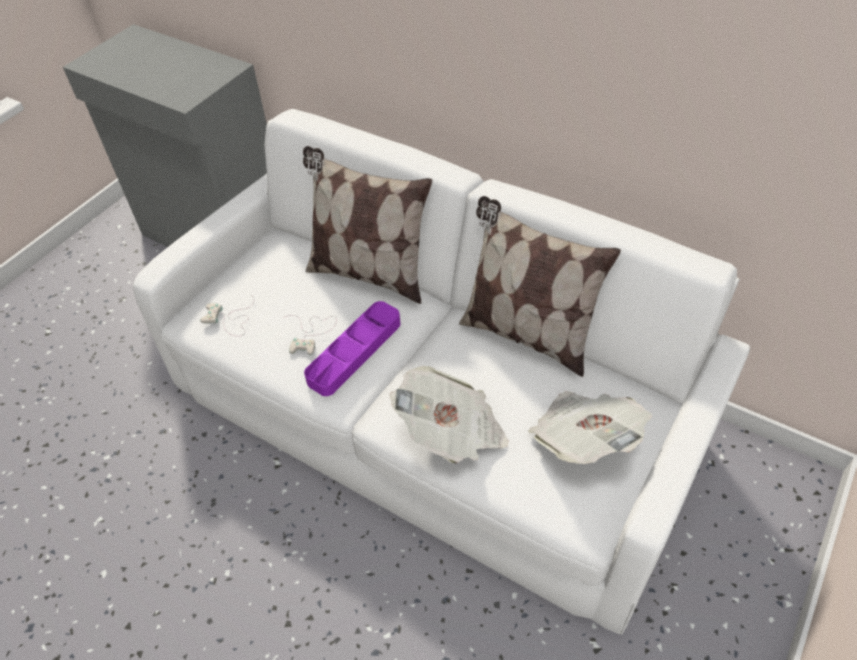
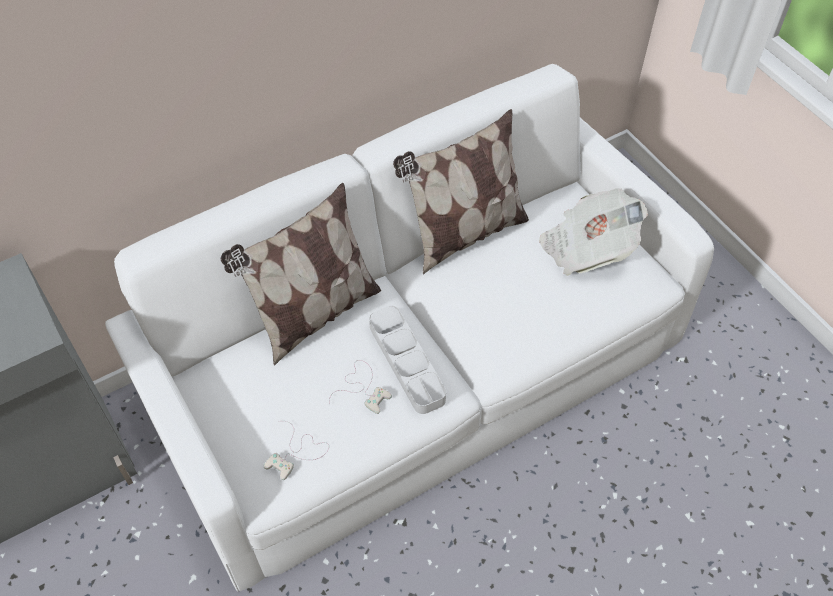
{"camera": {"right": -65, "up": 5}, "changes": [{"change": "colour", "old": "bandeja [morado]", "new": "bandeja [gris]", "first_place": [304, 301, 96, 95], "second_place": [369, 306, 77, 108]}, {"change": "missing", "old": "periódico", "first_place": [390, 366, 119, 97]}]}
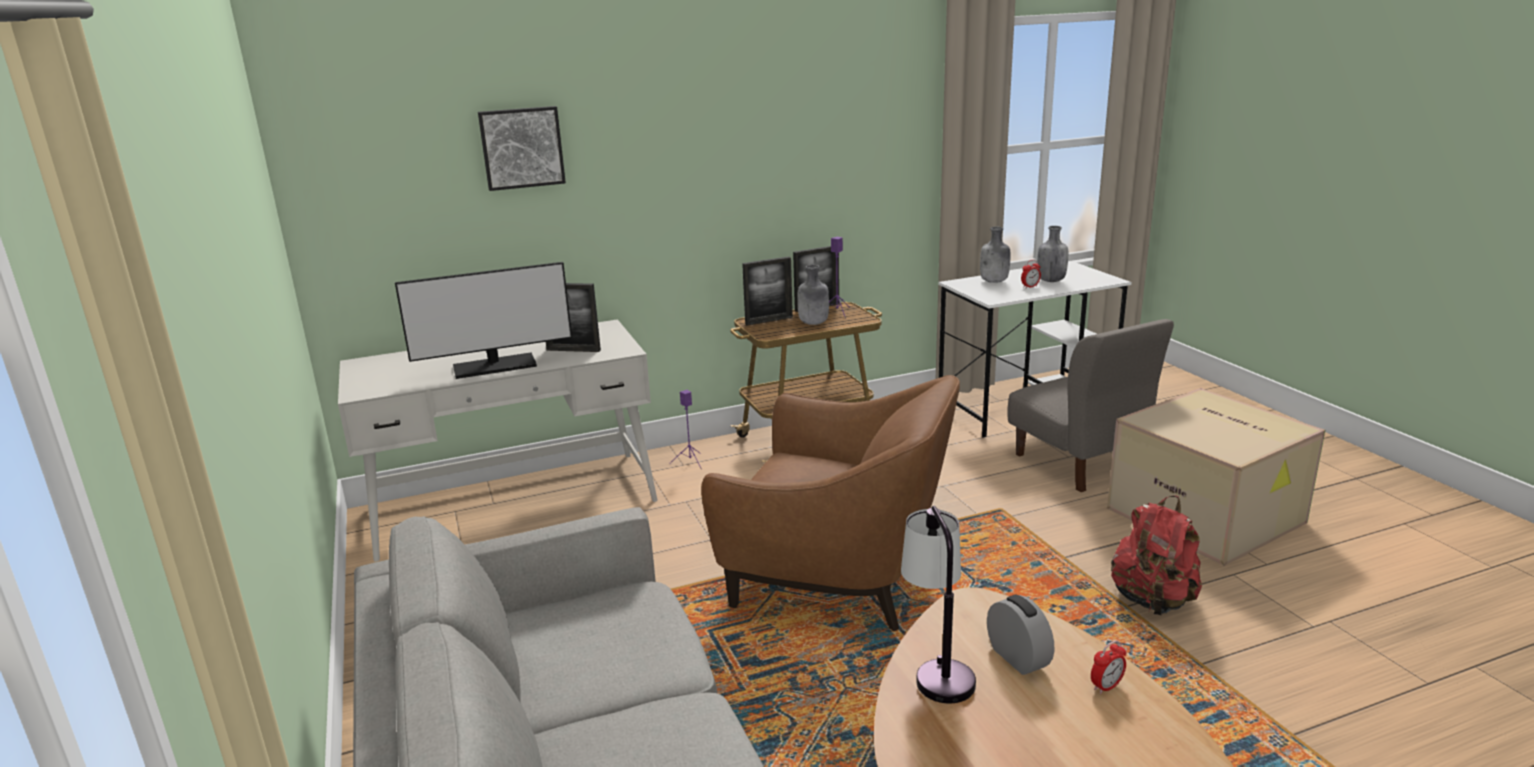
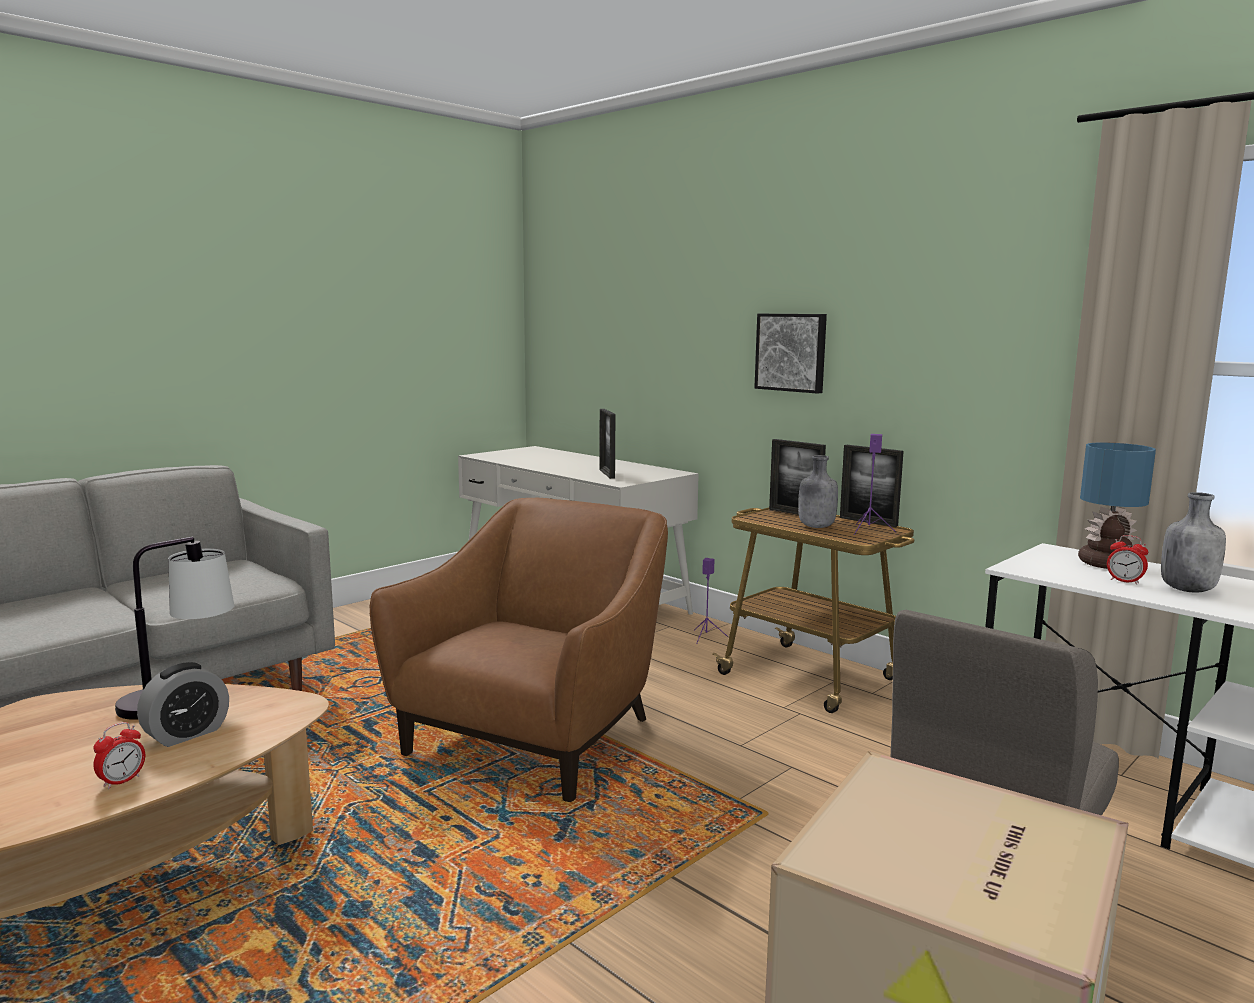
{"camera": {"right": 65, "up": -10}, "changes": [{"change": "spun", "old": "despertador", "first_place": [1091, 640, 35, 54], "second_place": [93, 722, 52, 67], "degrees": -90}, {"change": "spun", "old": "sillón [marrón]", "first_place": [701, 375, 259, 256], "second_place": [369, 498, 299, 304], "degrees": -150}, {"change": "relocated", "old": "cuadro", "first_place": [478, 106, 88, 85], "second_place": [754, 314, 73, 80]}, {"change": "exchanged", "old": "botella [gris]", "new": "lámpara de mesa", "first_place": [980, 227, 31, 56], "second_place": [1078, 442, 78, 127]}, {"change": "missing", "old": "monitor", "first_place": [395, 262, 177, 117]}, {"change": "missing", "old": "mochila [rojo]", "first_place": [1111, 496, 91, 119]}]}
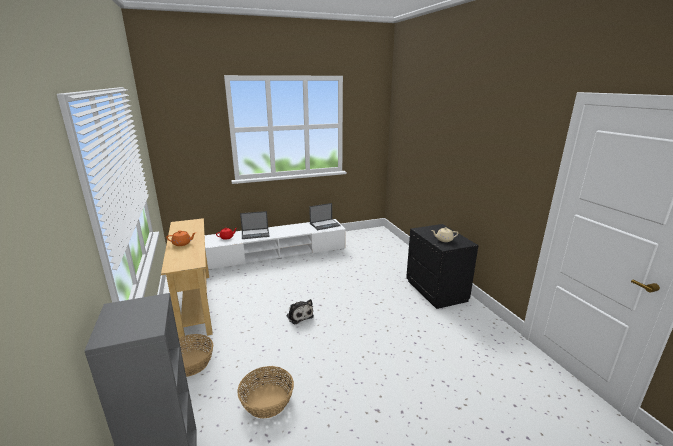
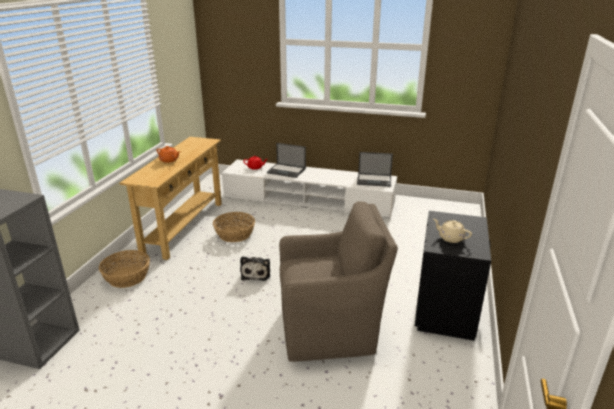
{"camera": {"right": 35, "up": 5}, "changes": [{"change": "relocated", "old": "cesta", "first_place": [237, 366, 57, 53], "second_place": [213, 212, 42, 30]}, {"change": "appeared", "new": "sillón [marrón]", "second_place": [279, 201, 119, 161]}]}
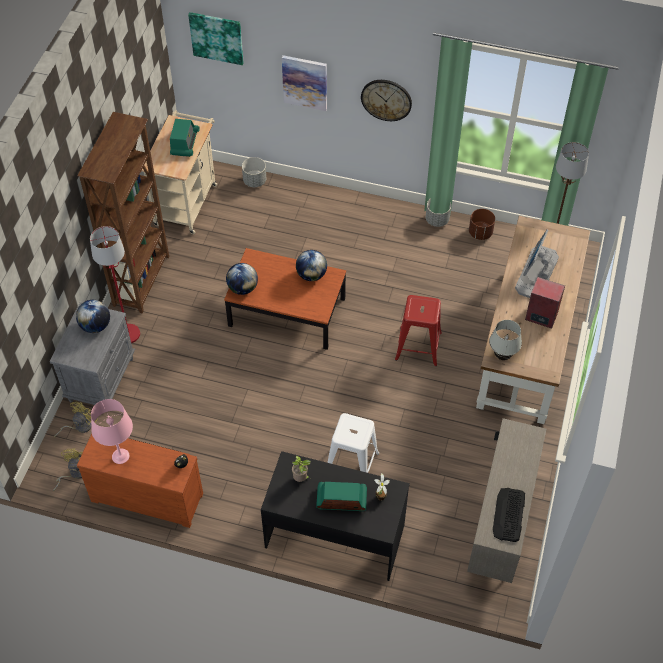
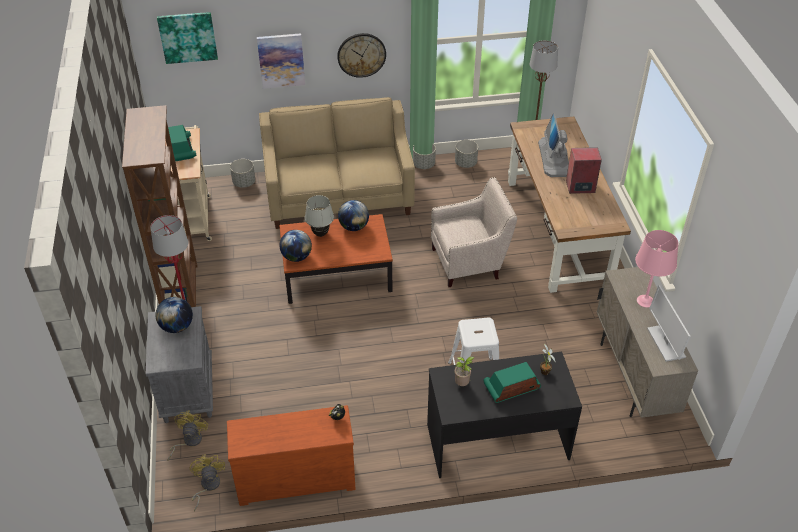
{"camera": {"right": -25, "up": -10}, "changes": [{"change": "appeared", "new": "sofá [beis]", "second_place": [259, 97, 156, 132]}, {"change": "relocated", "old": "lámpara de mesa [blanco]", "first_place": [489, 320, 33, 40], "second_place": [305, 195, 29, 42]}, {"change": "exchanged", "old": "taburete [rojo]", "new": "sillón [beis]", "first_place": [395, 295, 47, 71], "second_place": [431, 177, 86, 110]}, {"change": "colour", "old": "maceta [marrón]", "new": "maceta [gris]", "first_place": [469, 209, 26, 31], "second_place": [455, 140, 23, 28]}, {"change": "relocated", "old": "lámpara de mesa [rosa]", "first_place": [91, 399, 42, 65], "second_place": [635, 230, 44, 78]}, {"change": "exchanged", "old": "teclado", "new": "monitor", "first_place": [493, 488, 32, 54], "second_place": [647, 285, 43, 77]}]}
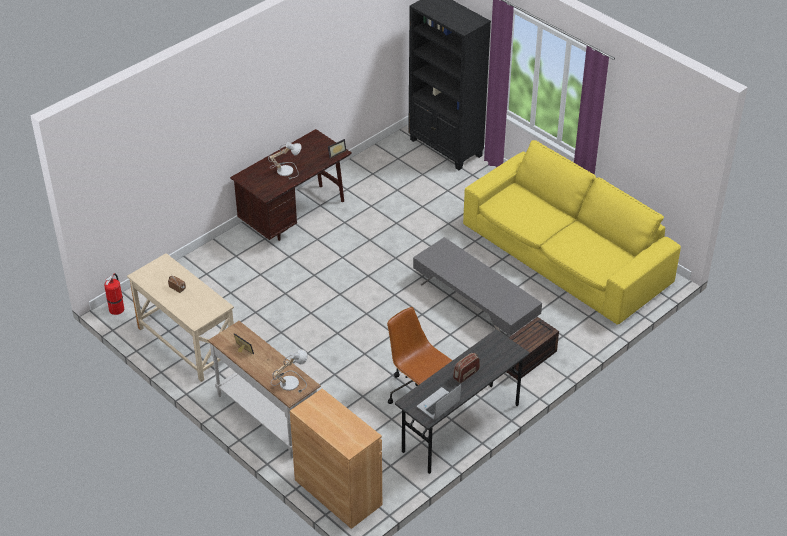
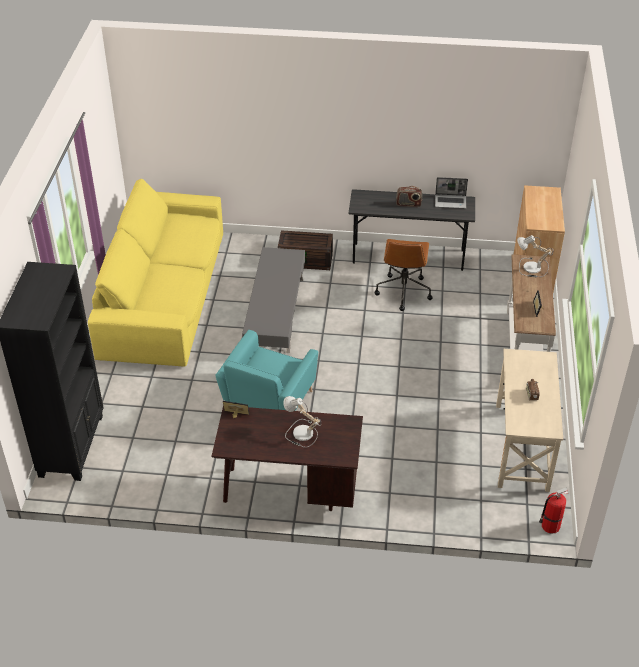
{"camera": {"right": -130, "up": 0}, "changes": [{"change": "appeared", "new": "sillón [turquesa]", "second_place": [215, 330, 103, 81]}]}
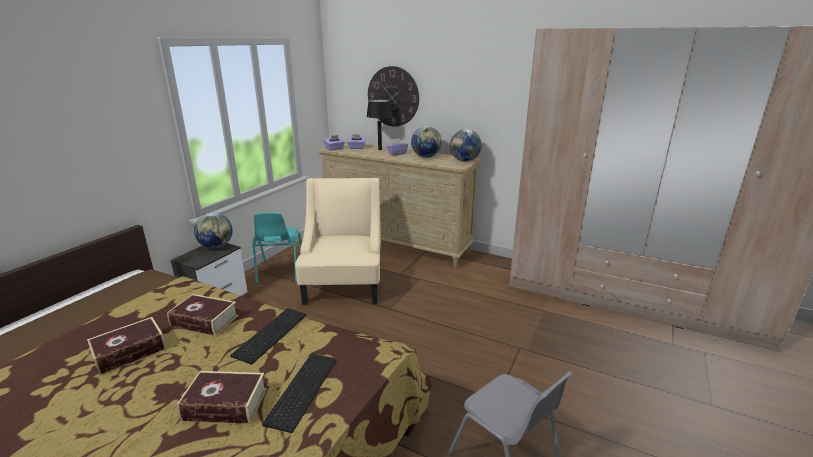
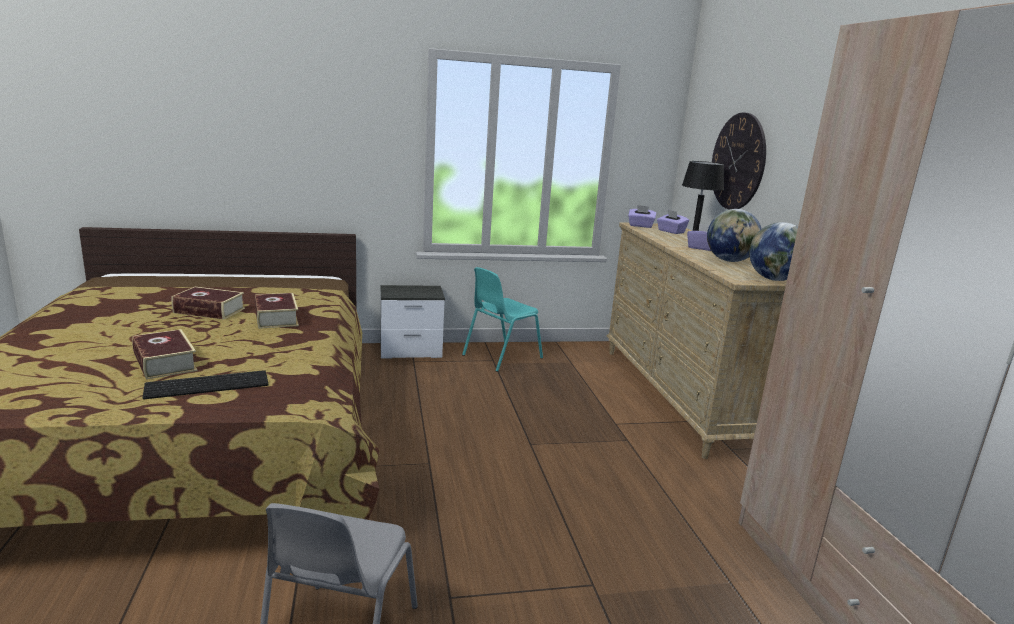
{"camera": {"right": 50, "up": -5}, "changes": [{"change": "missing", "old": "globo terráqueo", "first_place": [194, 213, 39, 36]}, {"change": "missing", "old": "teclado", "first_place": [230, 308, 77, 56]}, {"change": "missing", "old": "sillón [beis]", "first_place": [295, 178, 86, 127]}]}
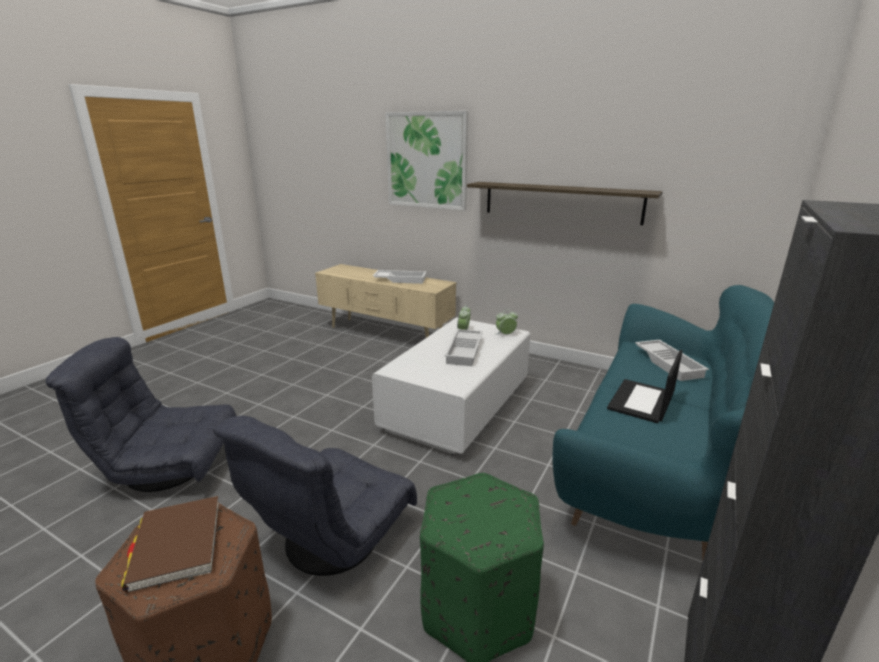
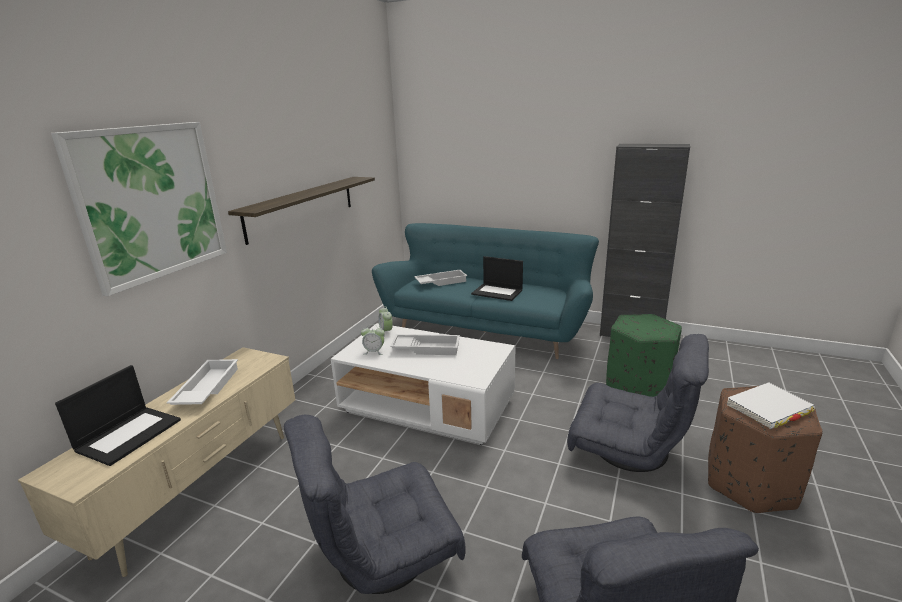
{"camera": {"right": -95, "up": 0}, "changes": [{"change": "appeared", "new": "portátil", "second_place": [55, 365, 126, 101]}, {"change": "appeared", "new": "sillón [gris]", "second_place": [284, 415, 182, 179]}, {"change": "colour", "old": "libro [marrón]", "new": "libro [blanco]", "first_place": [121, 496, 98, 97], "second_place": [727, 382, 88, 47]}]}
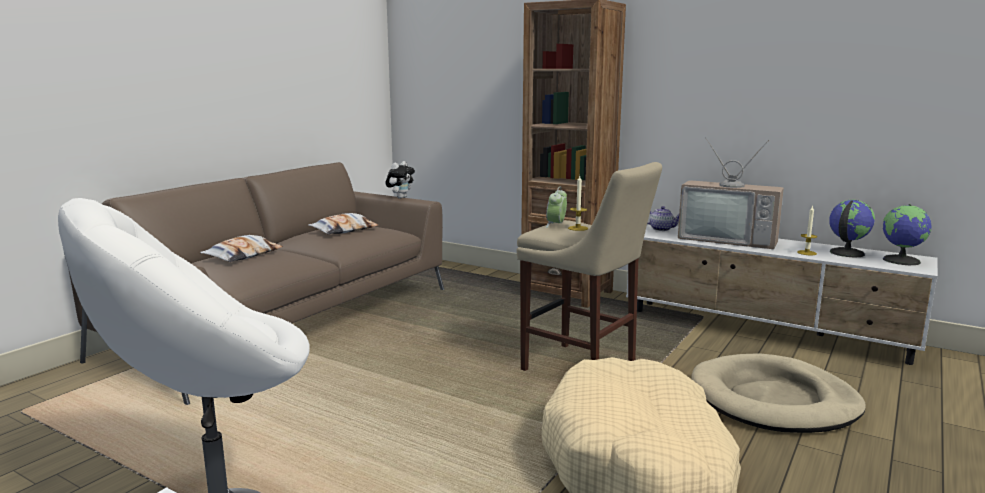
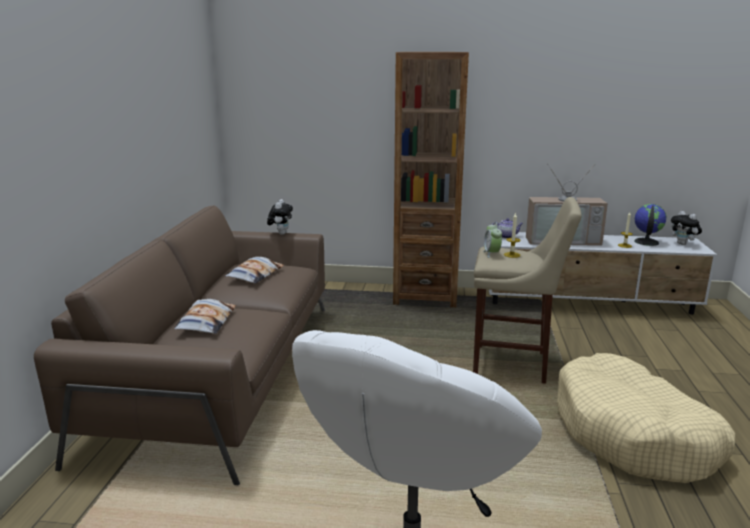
{"camera": {"right": -25, "up": 5}, "changes": [{"change": "exchanged", "old": "globo terráqueo", "new": "peluche", "first_place": [883, 204, 49, 61], "second_place": [671, 211, 31, 34]}, {"change": "missing", "old": "cama para perro [beis]", "first_place": [691, 354, 175, 79]}]}
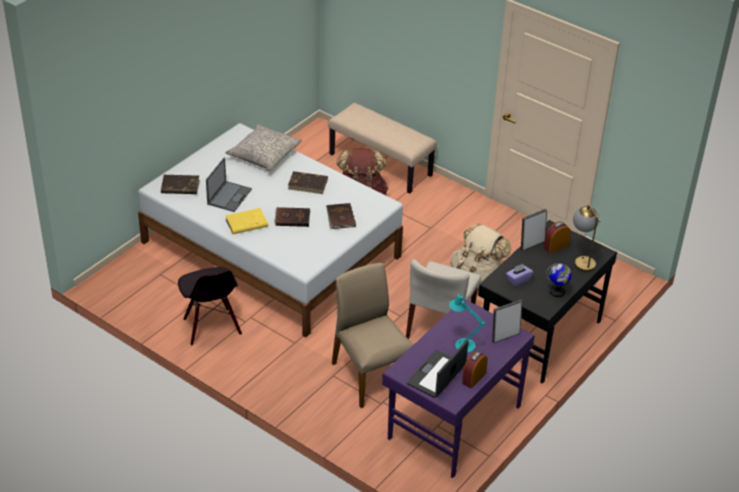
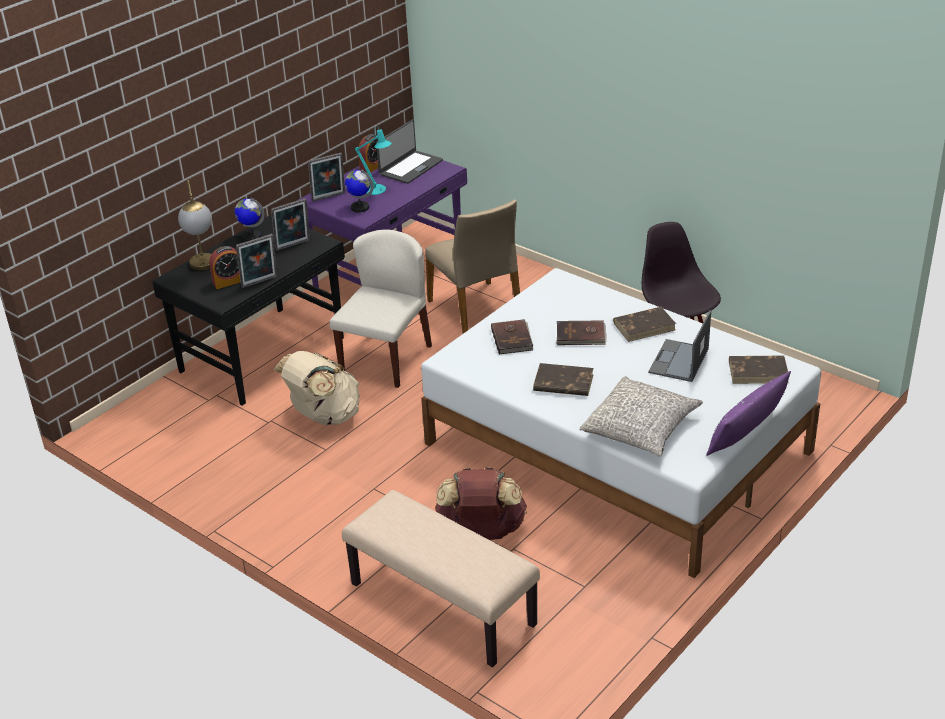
{"camera": {"right": -175, "up": -5}, "changes": [{"change": "exchanged", "old": "caja de pañuelos [morado]", "new": "portarretratos", "first_place": [506, 264, 27, 23], "second_place": [271, 198, 39, 53]}, {"change": "appeared", "new": "globo terráqueo", "second_place": [345, 169, 29, 44]}, {"change": "colour", "old": "libro [amarillo]", "new": "libro [marrón]", "first_place": [225, 208, 43, 26], "second_place": [613, 307, 63, 35]}, {"change": "appeared", "new": "cojín [morado]", "second_place": [706, 371, 85, 85]}]}
